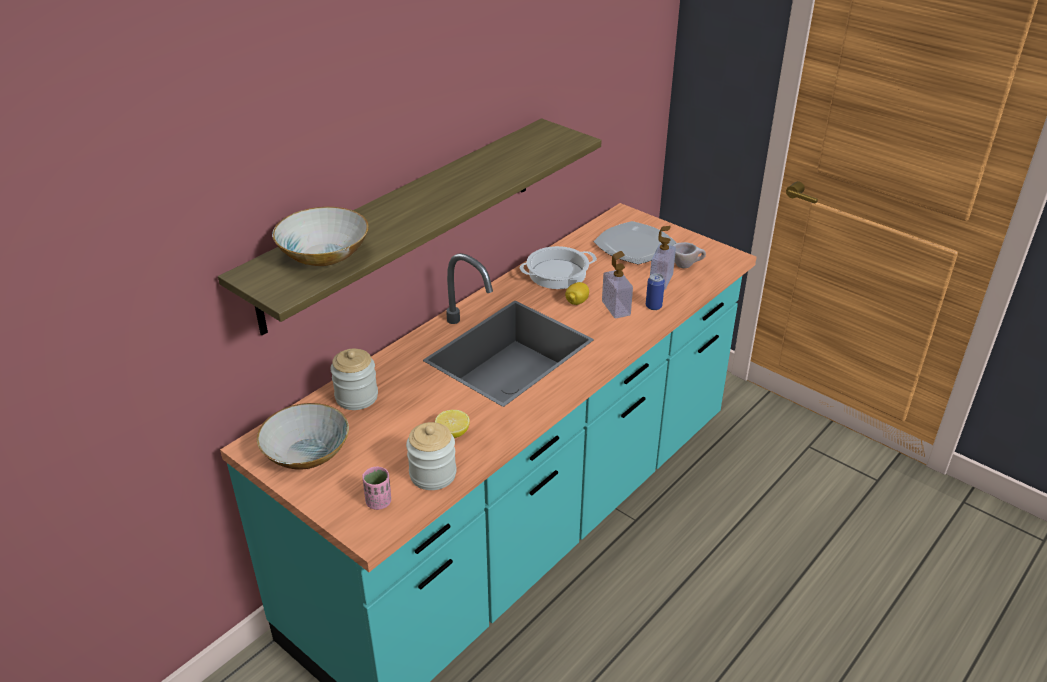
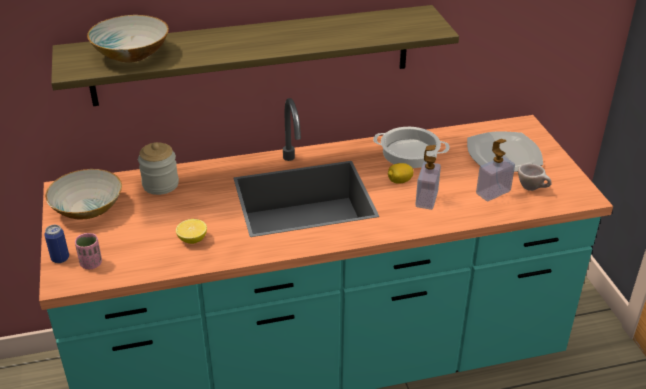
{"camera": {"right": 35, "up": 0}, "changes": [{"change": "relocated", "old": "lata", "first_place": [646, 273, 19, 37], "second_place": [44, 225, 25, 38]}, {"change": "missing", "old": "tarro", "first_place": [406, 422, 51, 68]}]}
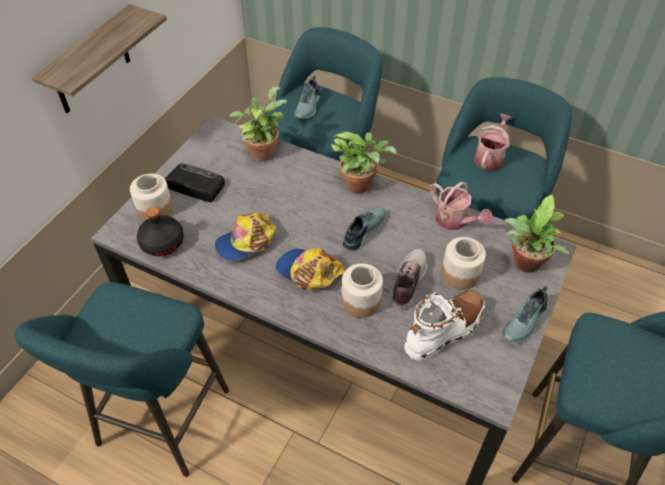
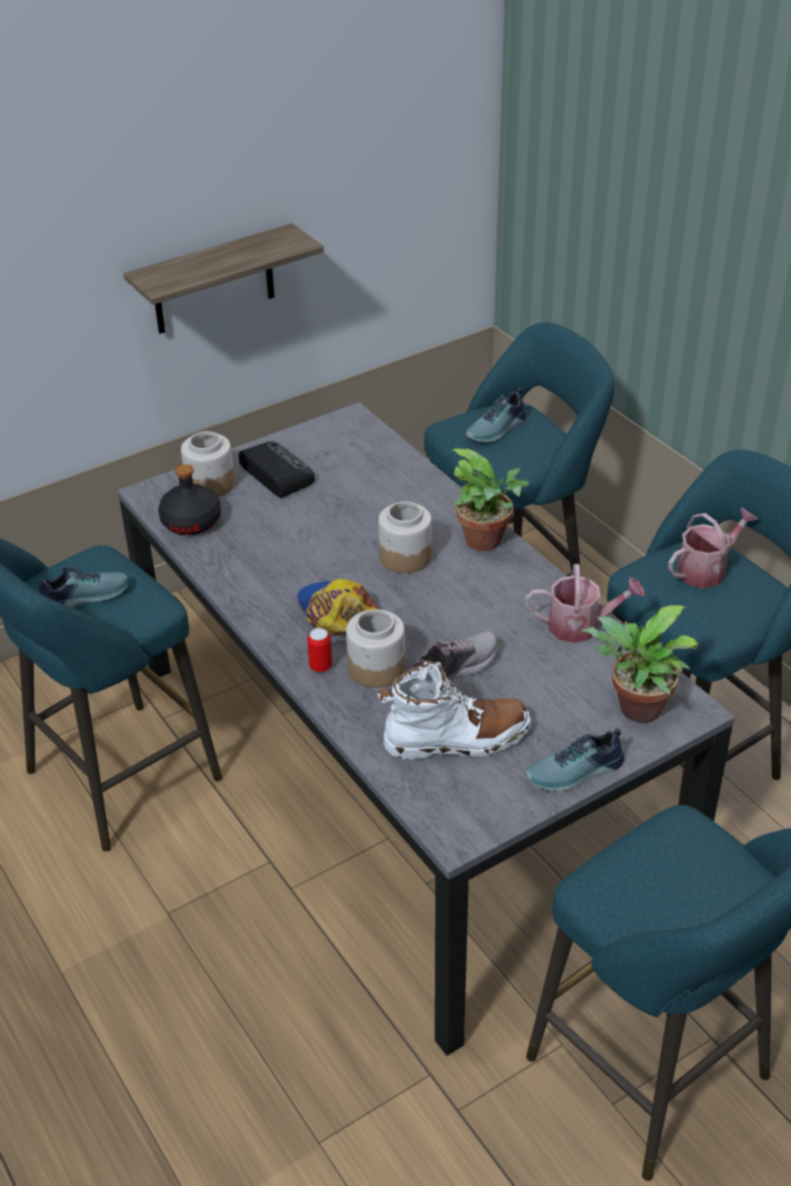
{"camera": {"right": 30, "up": -10}, "changes": [{"change": "relocated", "old": "zapato", "first_place": [343, 206, 43, 44], "second_place": [38, 566, 90, 41]}, {"change": "appeared", "new": "lata", "second_place": [307, 628, 25, 45]}, {"change": "relocated", "old": "tarro", "first_place": [441, 237, 45, 53], "second_place": [378, 501, 54, 72]}, {"change": "spun", "old": "regadera", "first_place": [430, 182, 63, 48], "second_place": [526, 564, 119, 79], "degrees": -75}, {"change": "missing", "old": "gorra", "first_place": [215, 212, 61, 49]}, {"change": "missing", "old": "planta en maceta", "first_place": [230, 87, 57, 74]}]}
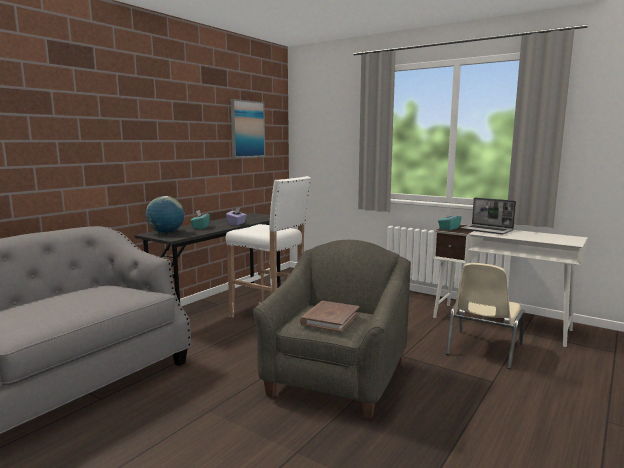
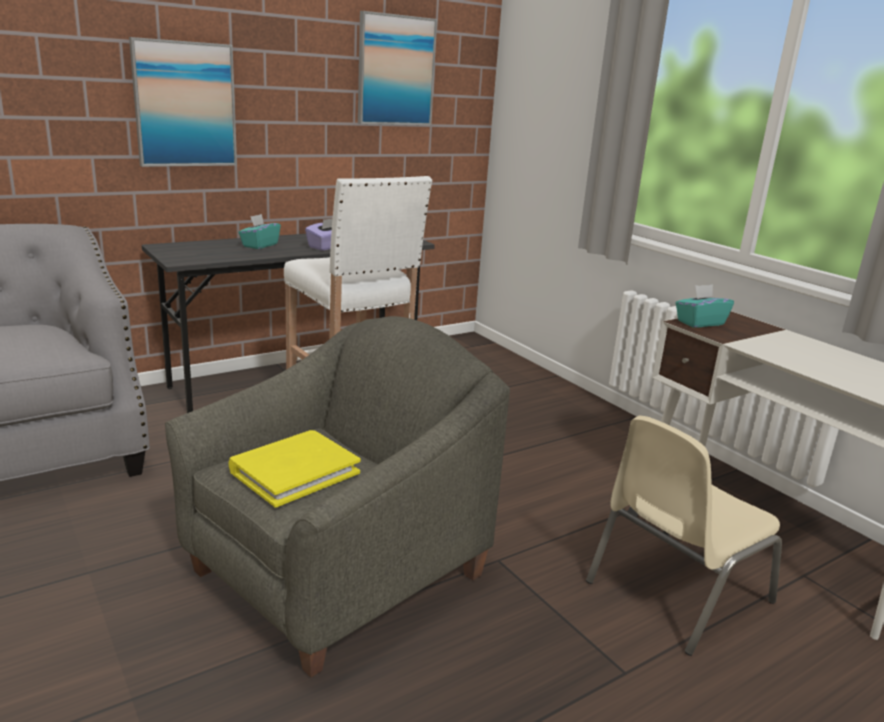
{"camera": {"right": 20, "up": 10}, "changes": [{"change": "appeared", "new": "cuadro", "second_place": [129, 37, 108, 130]}, {"change": "colour", "old": "libro [marrón]", "new": "libro [amarillo]", "first_place": [300, 301, 59, 32], "second_place": [228, 430, 133, 78]}, {"change": "missing", "old": "globo terráqueo", "first_place": [146, 196, 39, 37]}, {"change": "missing", "old": "portátil", "first_place": [461, 197, 55, 38]}]}
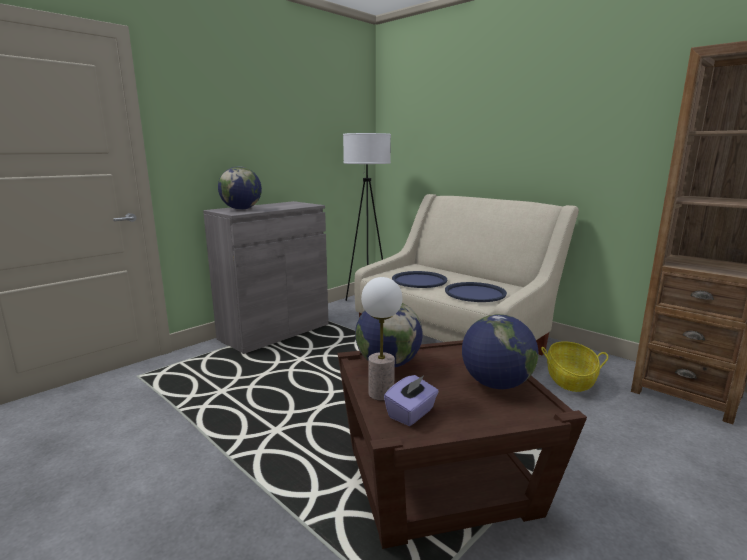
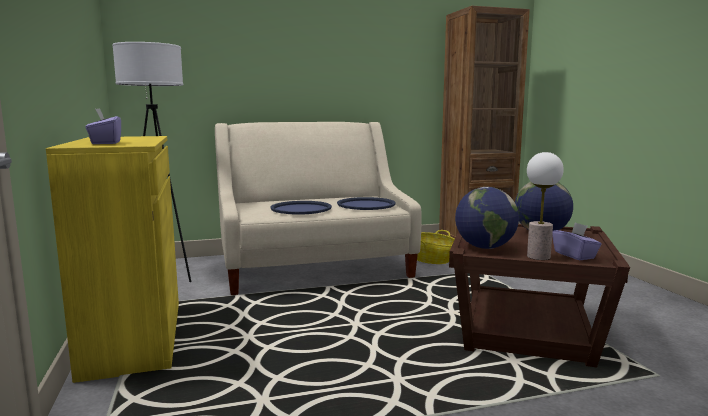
{"camera": {"right": -60, "up": -5}, "changes": [{"change": "colour", "old": "armario [gris]", "new": "armario [amarillo]", "first_place": [203, 201, 126, 153], "second_place": [46, 136, 133, 247]}, {"change": "exchanged", "old": "globo terráqueo", "new": "caja de pañuelos [morado]", "first_place": [218, 167, 44, 43], "second_place": [85, 109, 36, 35]}]}
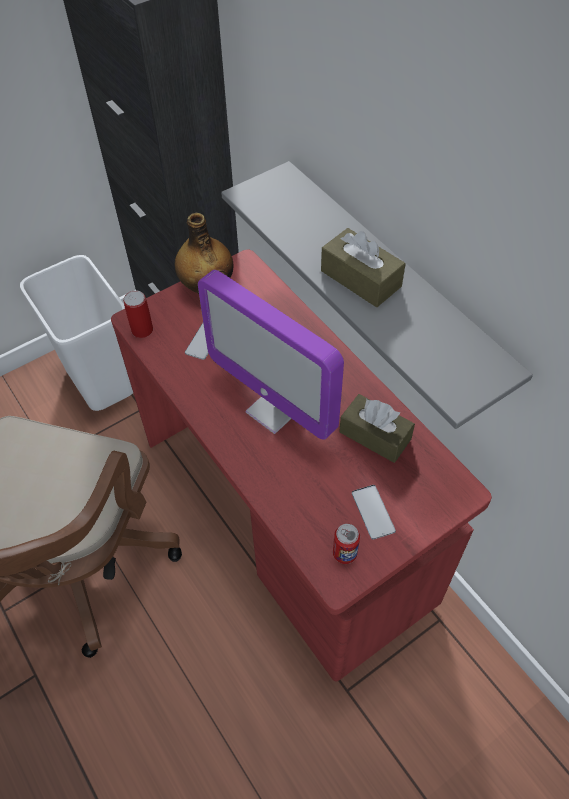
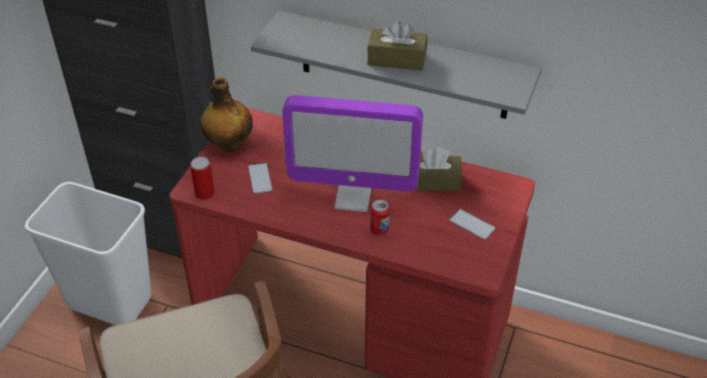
{"camera": {"right": -35, "up": -10}, "changes": [{"change": "relocated", "old": "lata", "first_place": [333, 524, 27, 40], "second_place": [370, 200, 20, 35]}]}
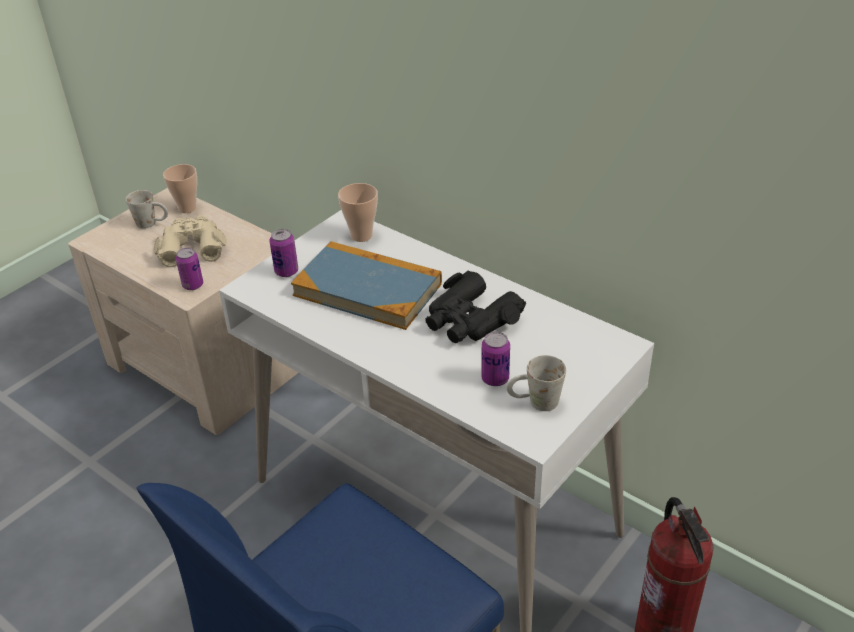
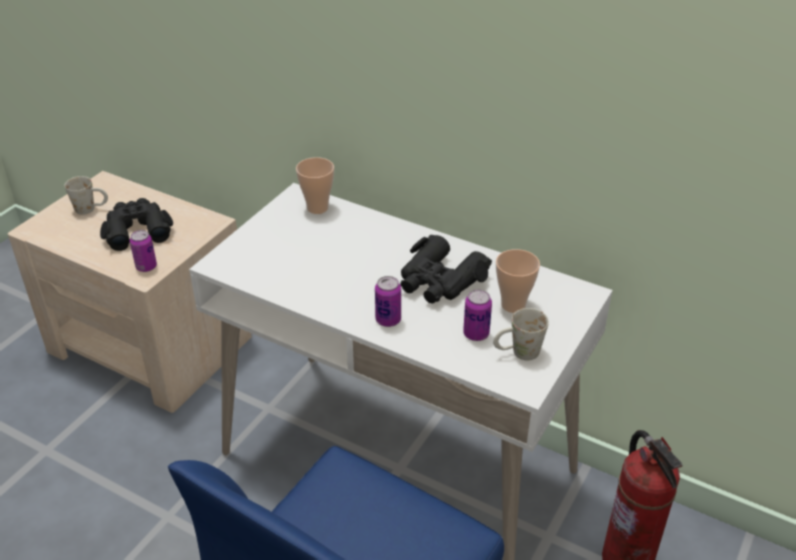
{"camera": {"right": -10, "up": 0}, "changes": [{"change": "colour", "old": "prismáticos [beis]", "new": "prismáticos [negro]", "first_place": [153, 215, 74, 52], "second_place": [100, 198, 73, 53]}, {"change": "relocated", "old": "lata", "first_place": [270, 229, 28, 48], "second_place": [375, 276, 26, 51]}, {"change": "relocated", "old": "taza", "first_place": [163, 164, 34, 49], "second_place": [496, 249, 44, 64]}, {"change": "missing", "old": "libro", "first_place": [291, 241, 151, 89]}]}
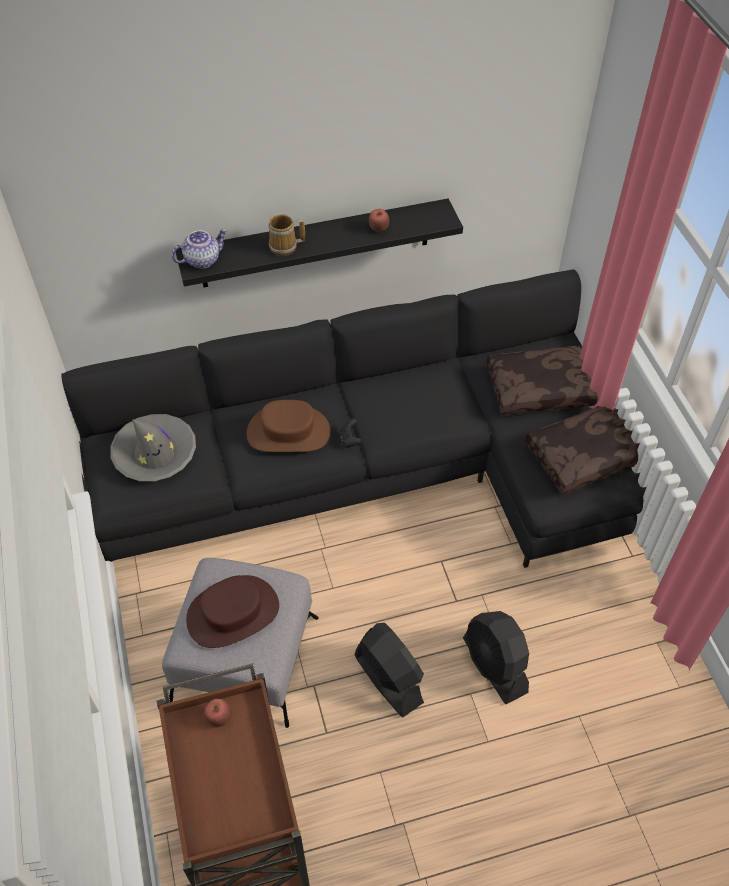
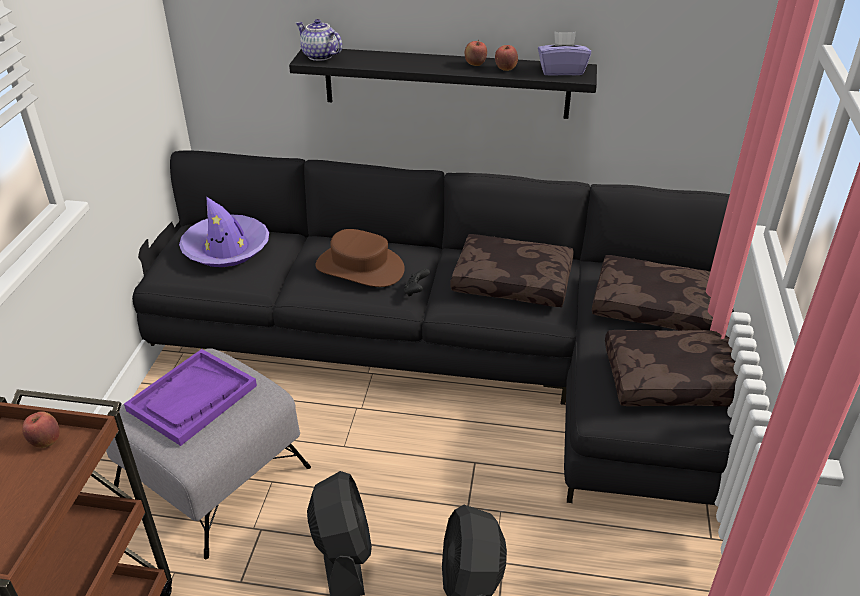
{"camera": {"right": 25, "up": -15}, "changes": [{"change": "exchanged", "old": "sombrero [marrón]", "new": "bandeja [morado]", "first_place": [186, 575, 93, 73], "second_place": [124, 349, 133, 97]}, {"change": "colour", "old": "sombrero [gris]", "new": "sombrero [morado]", "first_place": [110, 414, 86, 67], "second_place": [179, 197, 90, 70]}, {"change": "spun", "old": "tetera", "first_place": [171, 229, 57, 40], "second_place": [296, 19, 46, 42], "degrees": -135}, {"change": "appeared", "new": "cojín [marrón]", "second_place": [450, 234, 124, 73]}, {"change": "appeared", "new": "manzana", "second_place": [465, 40, 22, 26]}, {"change": "appeared", "new": "caja de pañuelos [morado]", "second_place": [538, 32, 53, 44]}, {"change": "missing", "old": "taza grande", "first_place": [268, 214, 37, 42]}]}
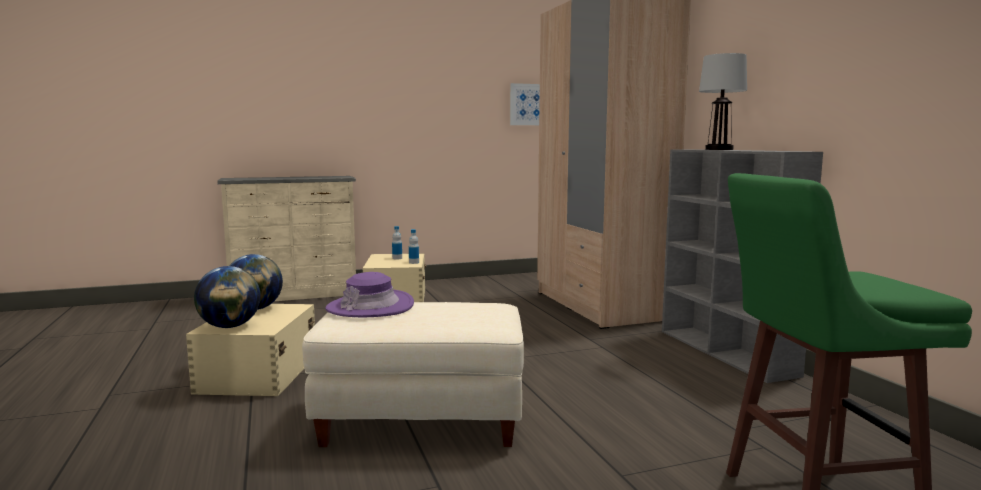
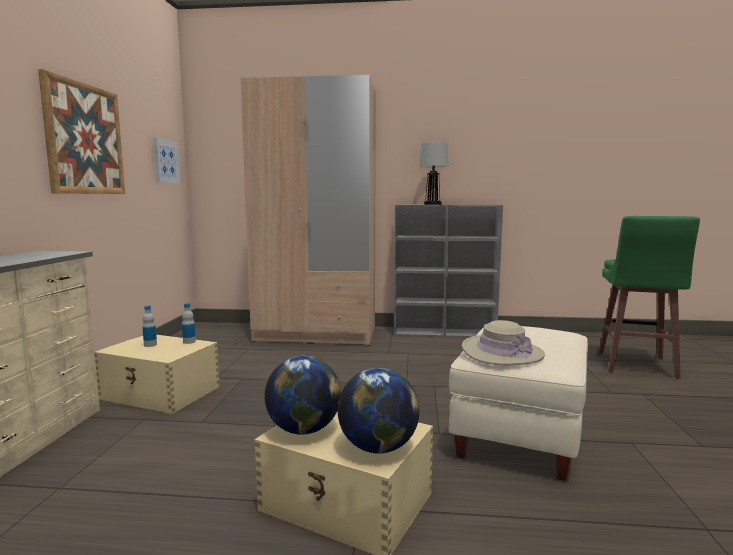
{"camera": {"right": -65, "up": 0}, "changes": [{"change": "appeared", "new": "cuadro", "second_place": [38, 69, 87, 125]}, {"change": "colour", "old": "sombrero [morado]", "new": "sombrero [beis]", "first_place": [325, 272, 89, 46], "second_place": [462, 320, 83, 46]}]}
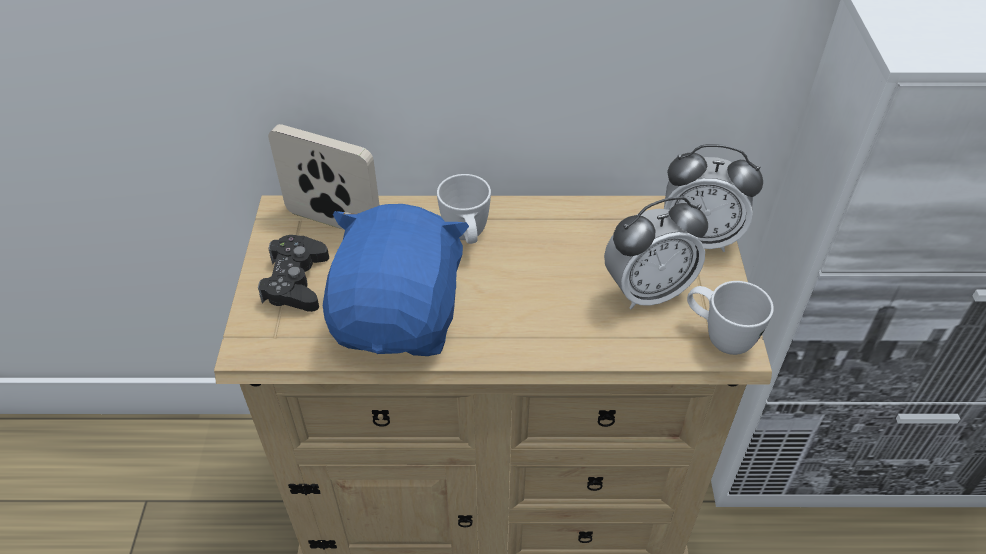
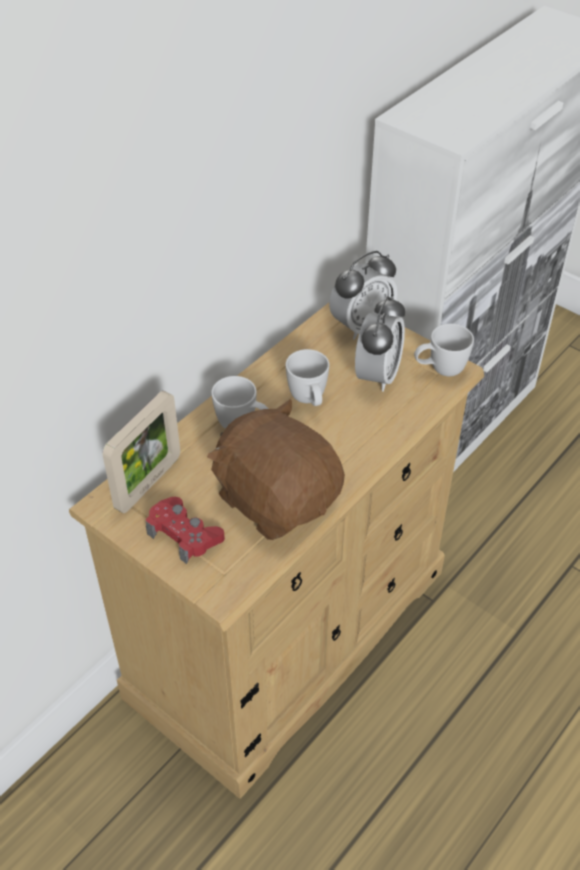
{"camera": {"right": -50, "up": 0}, "changes": [{"change": "spun", "old": "portarretratos", "first_place": [268, 124, 112, 106], "second_place": [103, 391, 77, 122], "degrees": 150}, {"change": "colour", "old": "mando de consola [negro]", "new": "mando de consola [rojo]", "first_place": [258, 235, 71, 77], "second_place": [146, 497, 79, 67]}, {"change": "colour", "old": "peluche [azul]", "new": "peluche [marrón]", "first_place": [323, 204, 146, 152], "second_place": [207, 399, 138, 141]}, {"change": "appeared", "new": "taza grande [blanco]", "second_place": [285, 349, 44, 57]}]}
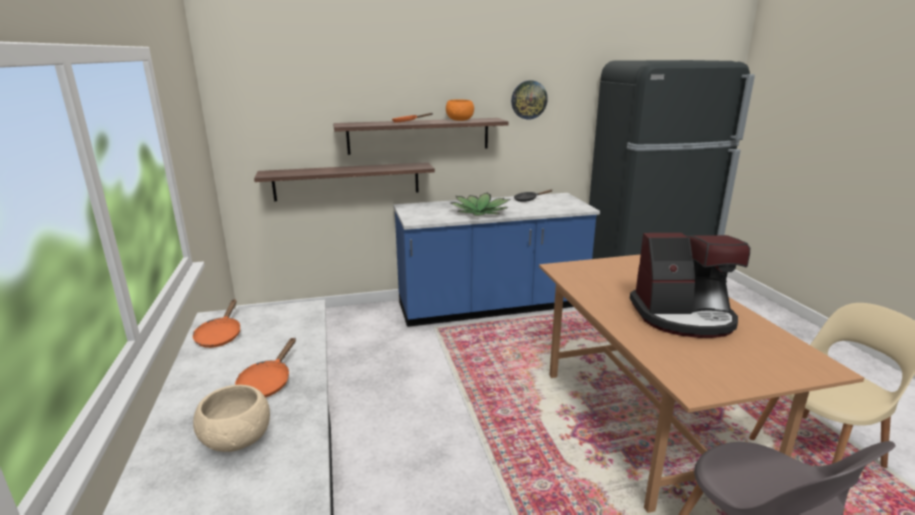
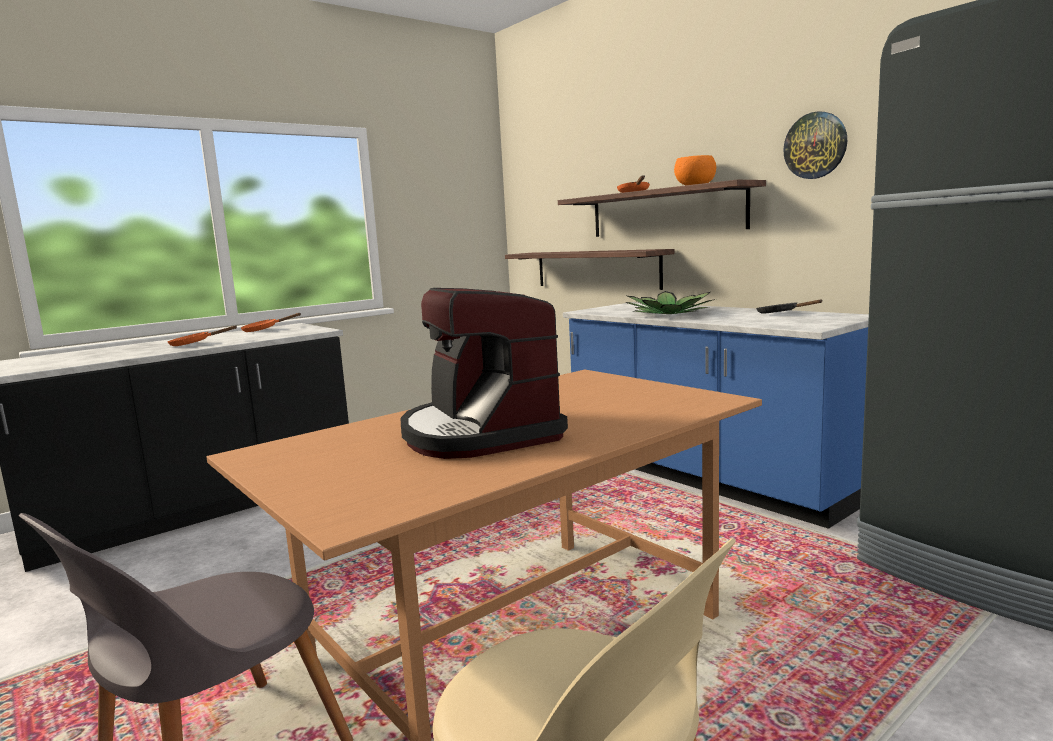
{"camera": {"right": 65, "up": -10}, "changes": [{"change": "missing", "old": "cuenco [beis]", "first_place": [193, 385, 77, 67]}]}
